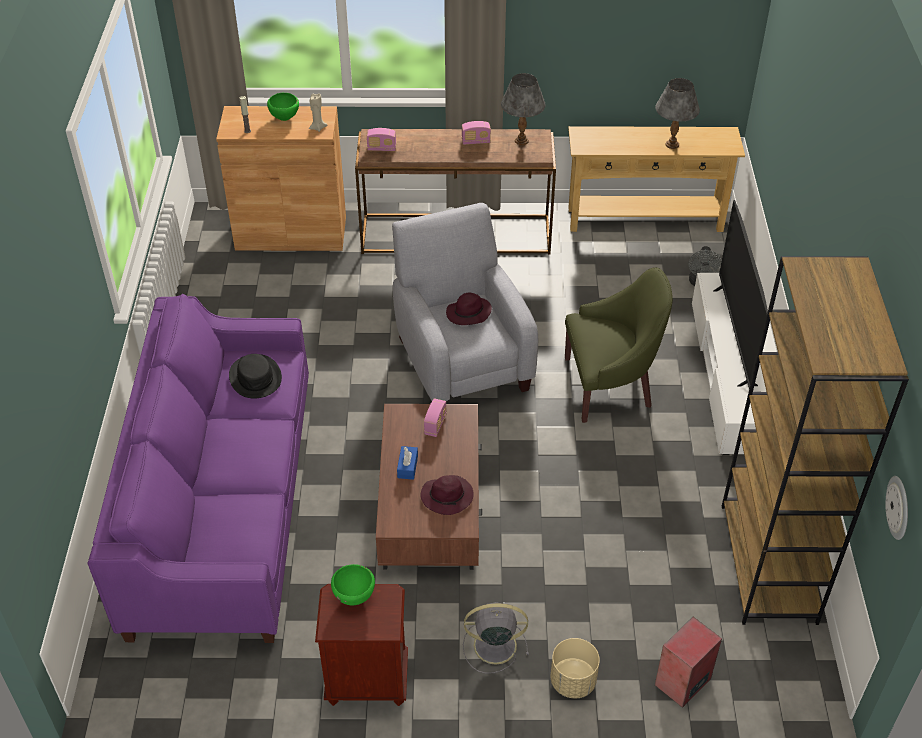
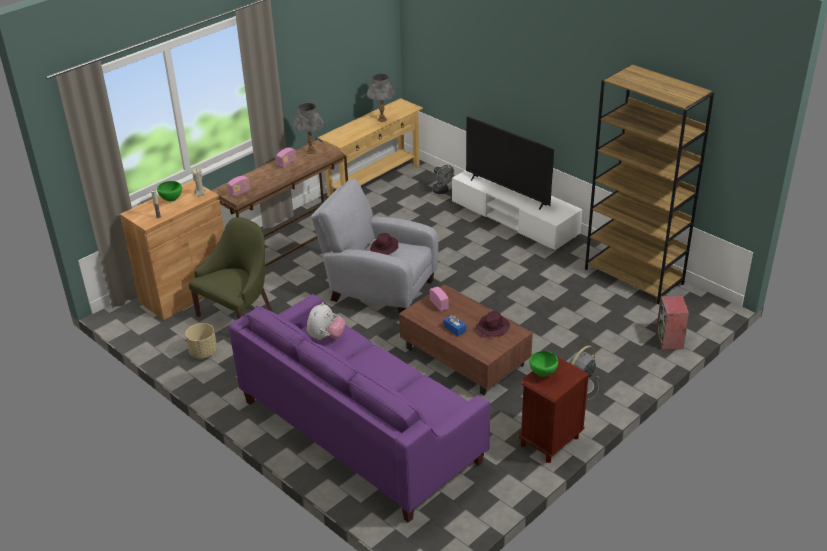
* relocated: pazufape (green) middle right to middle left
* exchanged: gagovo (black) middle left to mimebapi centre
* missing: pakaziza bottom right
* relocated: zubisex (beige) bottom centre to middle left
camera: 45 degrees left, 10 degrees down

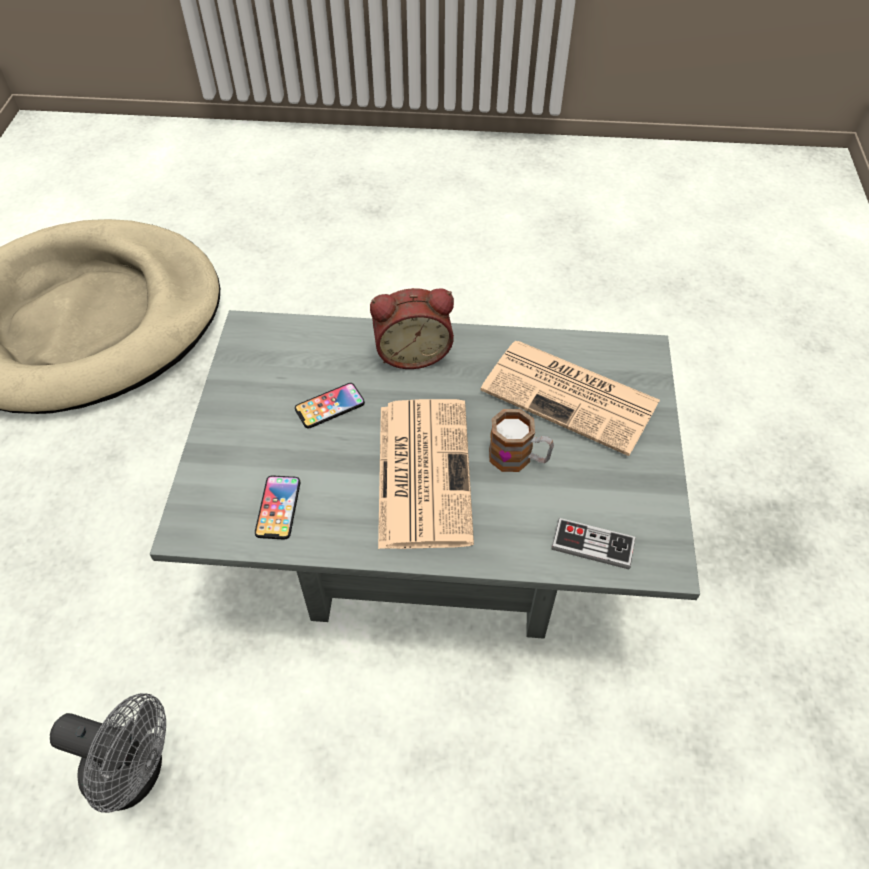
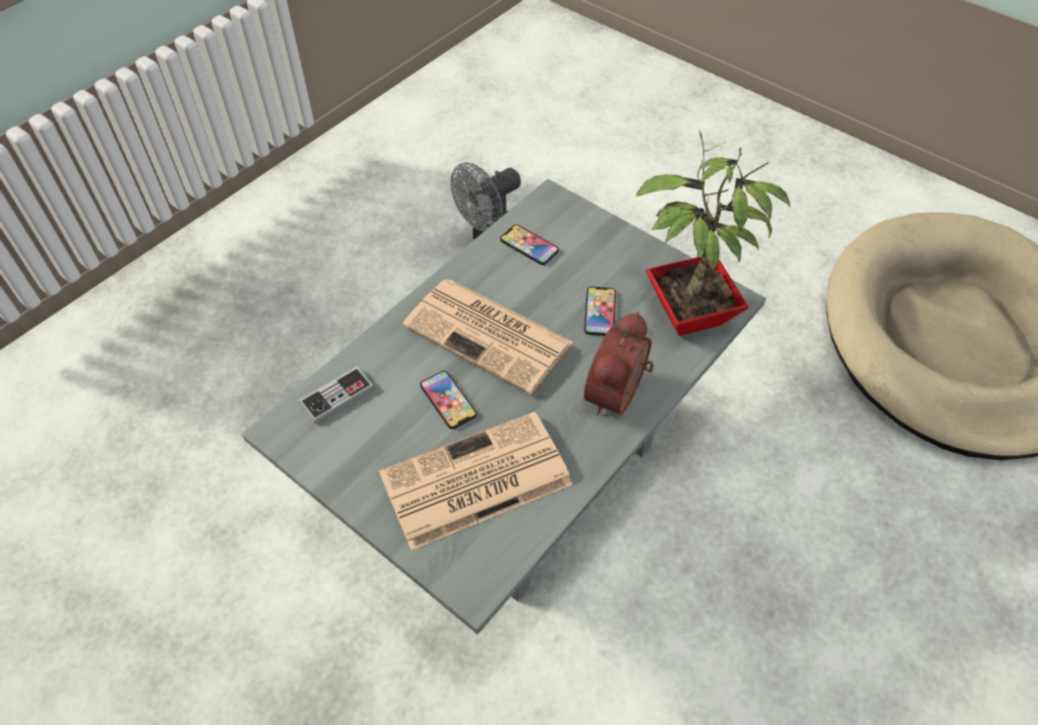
* exchanged: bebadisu centre to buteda (no. 1 from left) centre
* appeared: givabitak top right
camera: 125 degrees right, 0 degrees up

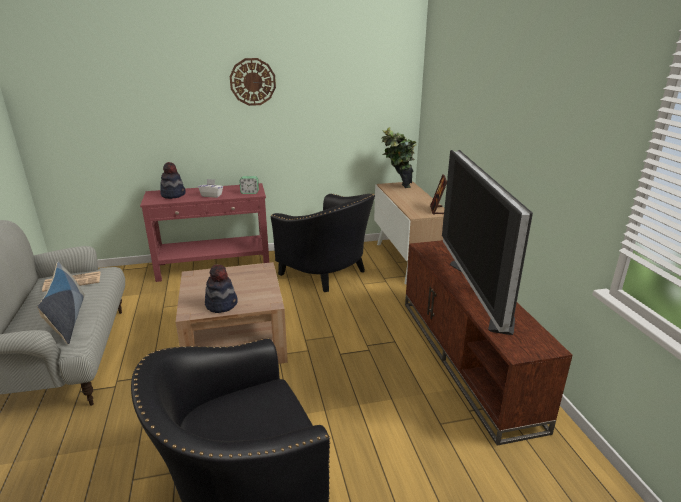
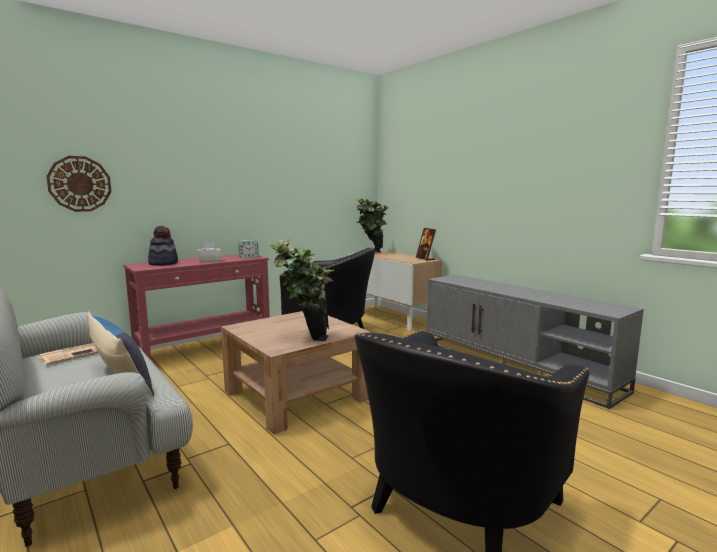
* relocated: pakaziza top centre to middle left
* missing: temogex middle right
* colour: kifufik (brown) bottom right to kifufik (grey) middle right
* exchanged: gagovo (no. 2 from left) middle left to givabitak (no. 1 from left) centre
camera: 25 degrees left, 15 degrees down

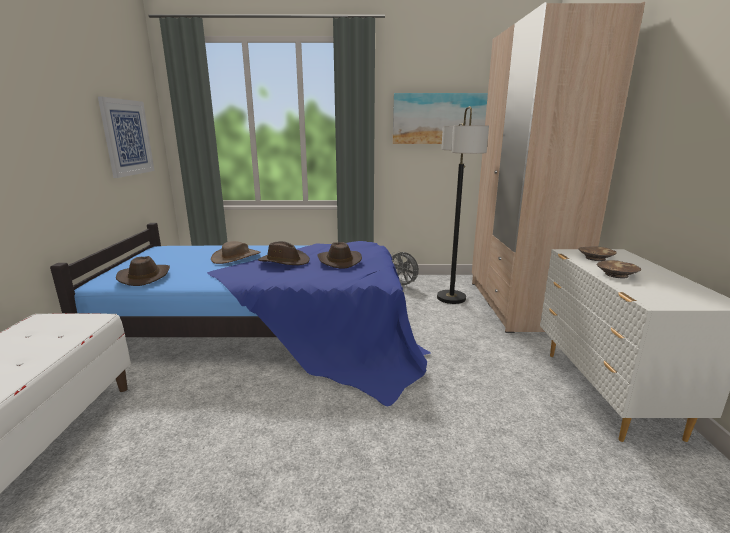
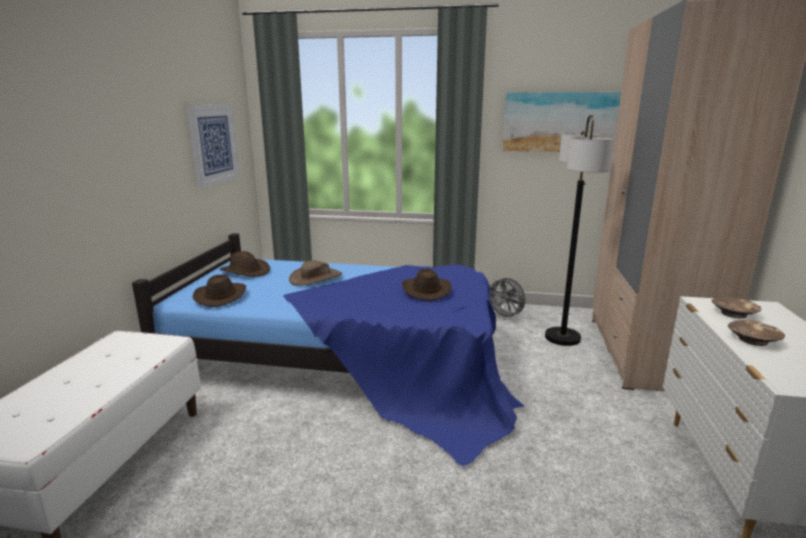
* relocated: gagovo (brown) (no. 3 from left in the first image) centre to gagovo (brown) (no. 2 from left) middle left
camera: 10 degrees right, 0 degrees up

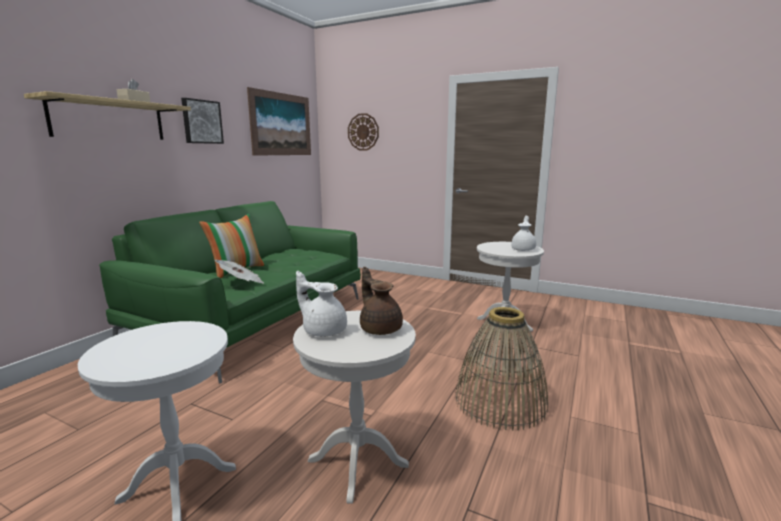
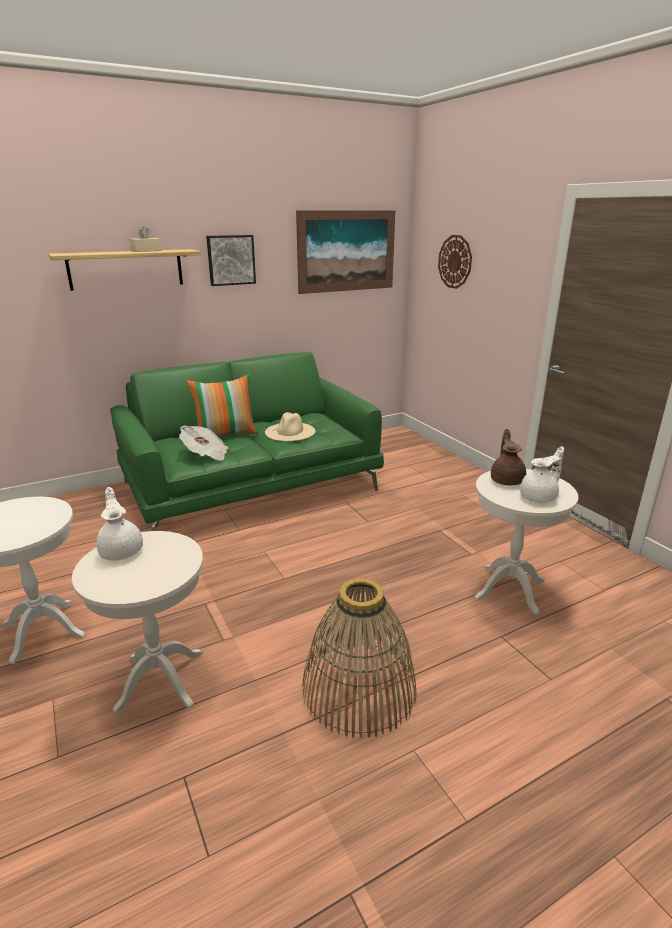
* relocated: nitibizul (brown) centre to middle right
* appeared: gagovo (beige) centre
camera: 35 degrees right, 10 degrees up

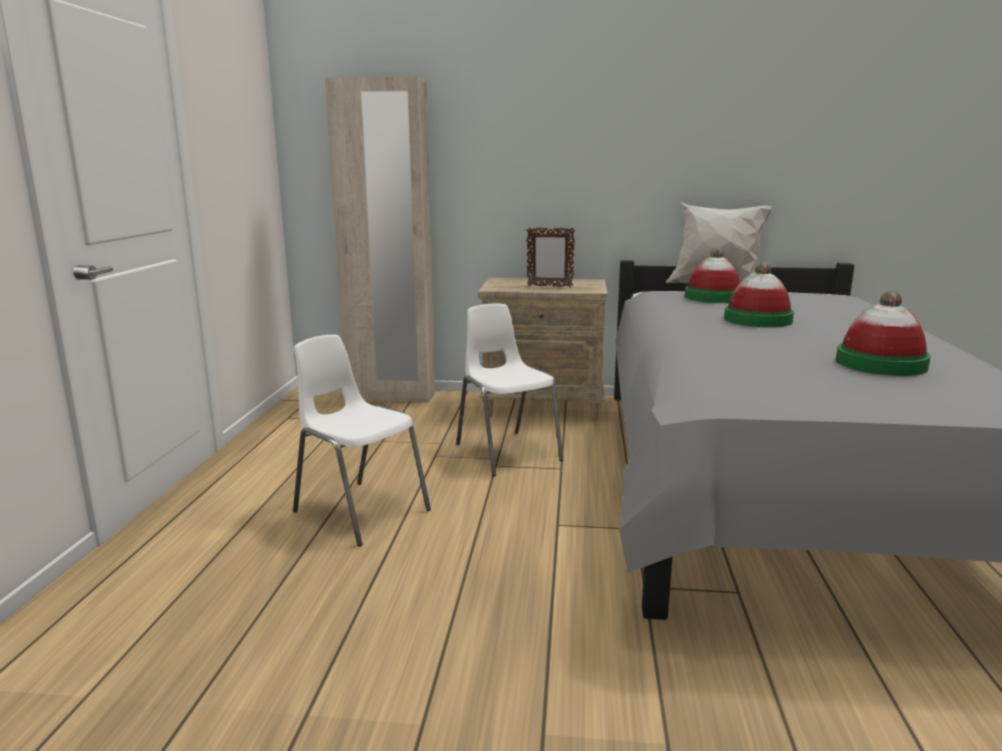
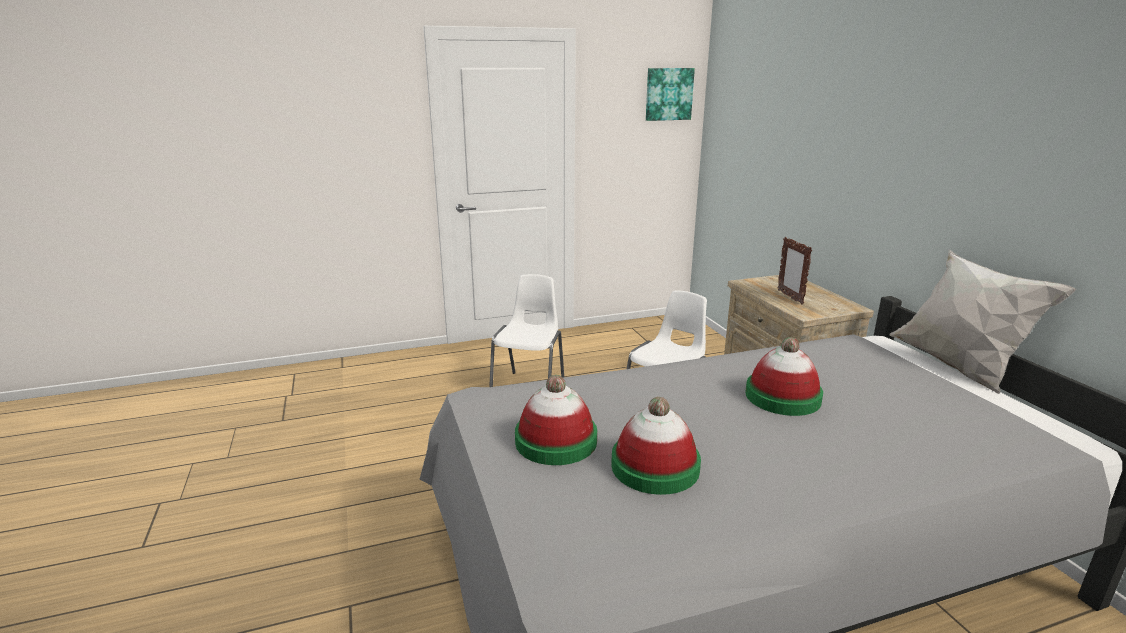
* missing: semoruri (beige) top centre
* relocated: gagovo (no. 1 from left) middle right to centre
* appeared: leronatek top centre
camera: 65 degrees right, 5 degrees up

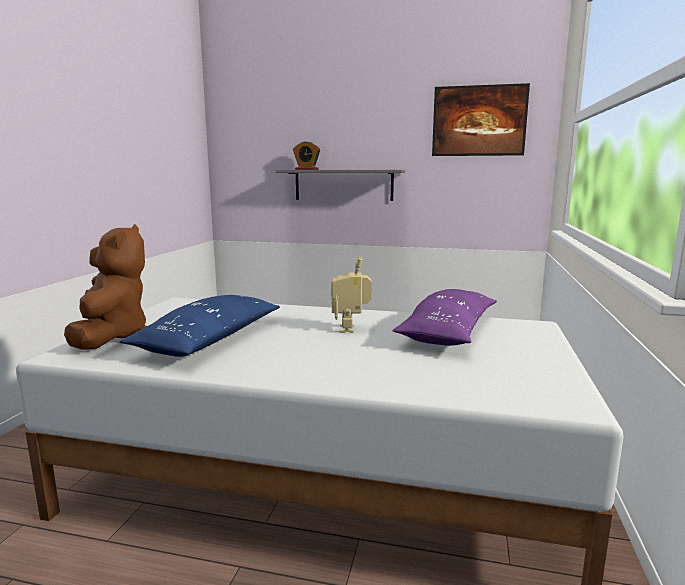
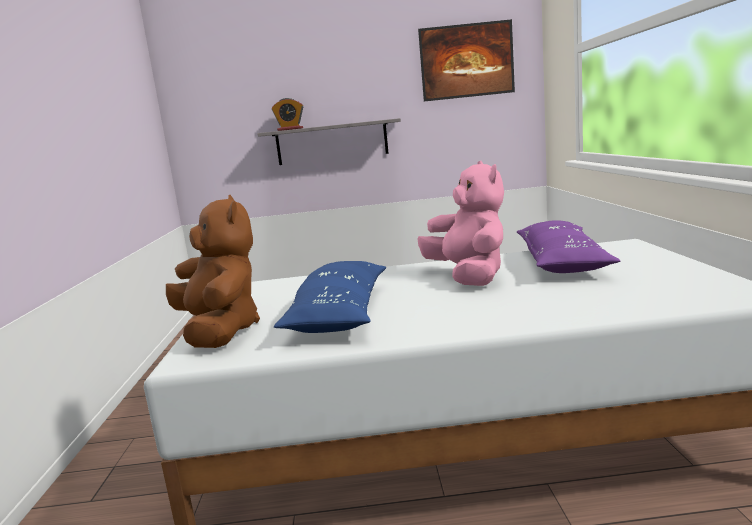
* exchanged: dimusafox centre to mimebapi (pink) centre
camera: 15 degrees left, 0 degrees up

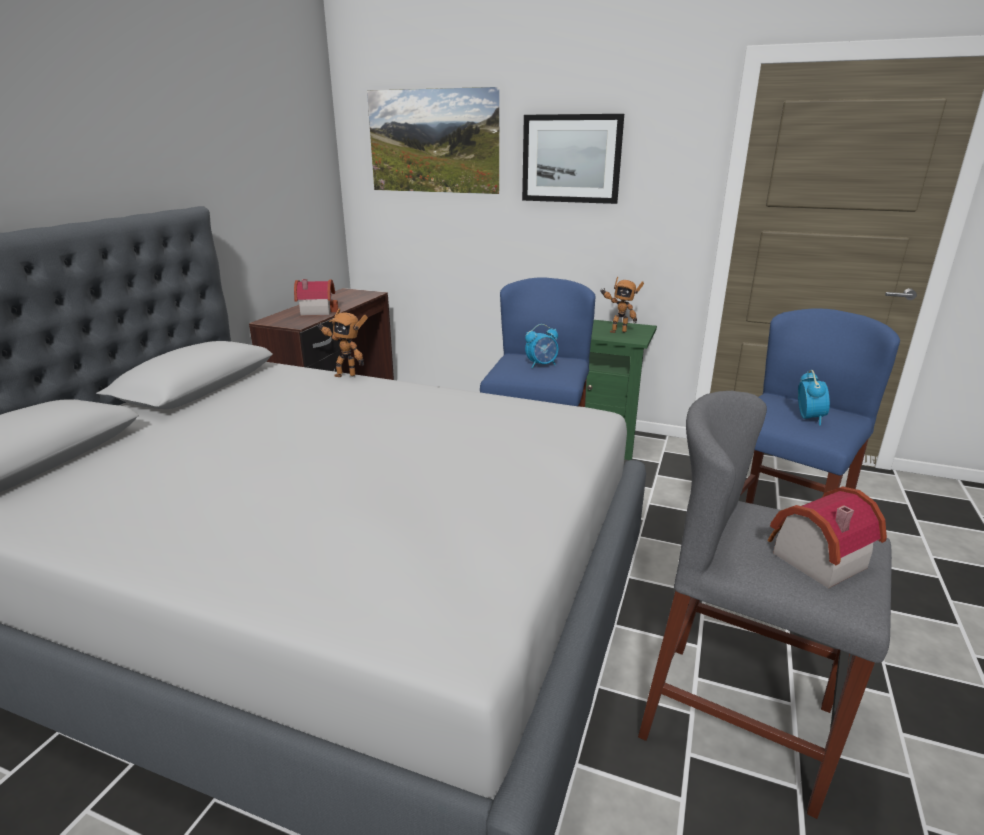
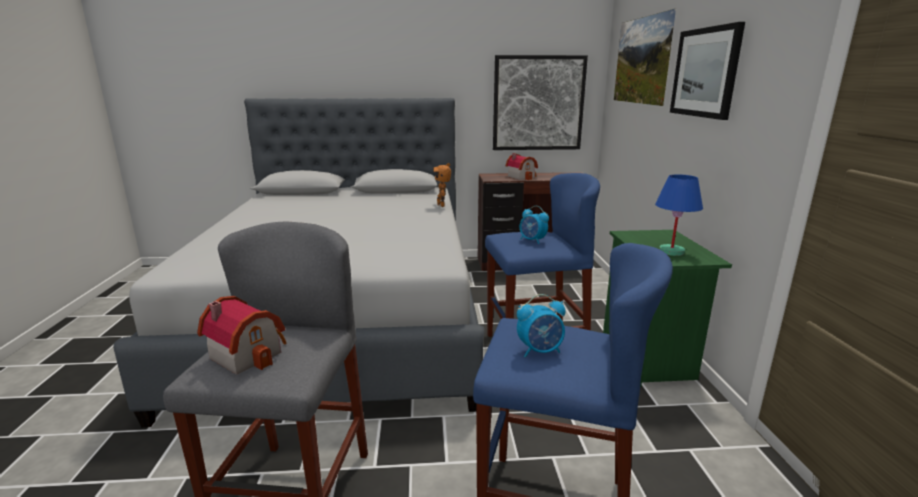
* exchanged: dimusafox (no. 2 from left) centre to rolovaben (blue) middle right
* appeared: leronatek (no. 1 from left) top centre
camera: 65 degrees right, 5 degrees down

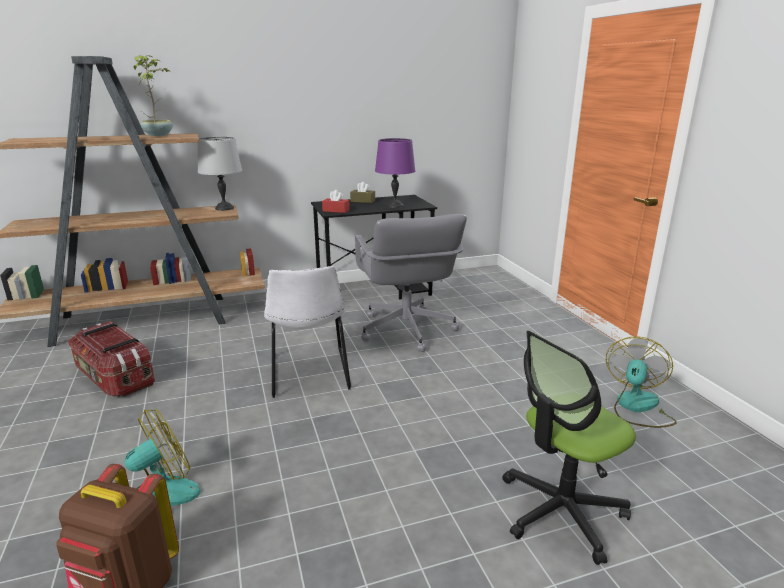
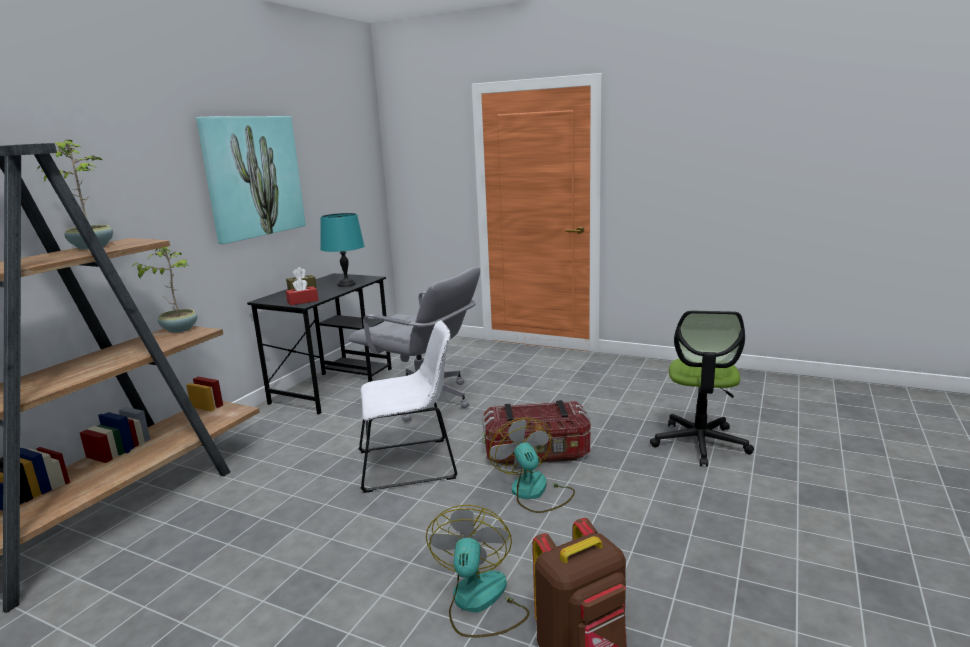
* exchanged: rolovaben (grey) top left to givabitak (no. 2 from left) middle left
* colour: rolovaben (purple) top centre to rolovaben (turquoise) centre
* spun: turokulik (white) centre = centre 45 degrees counterclockwise
* relocated: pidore middle left to bottom centre
* relocated: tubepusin (no. 2 from left) middle right to bottom centre
* appeared: leronatek top left
camera: 45 degrees left, 5 degrees down

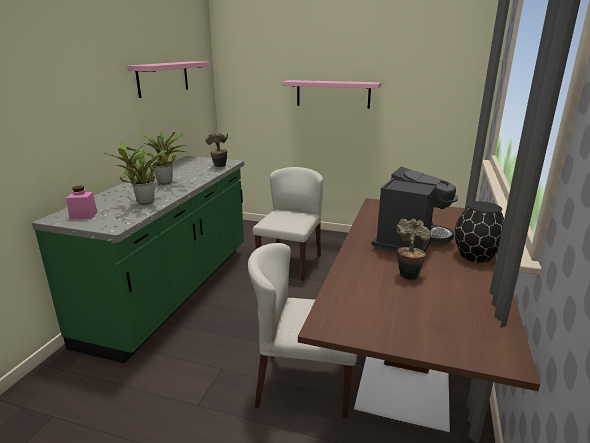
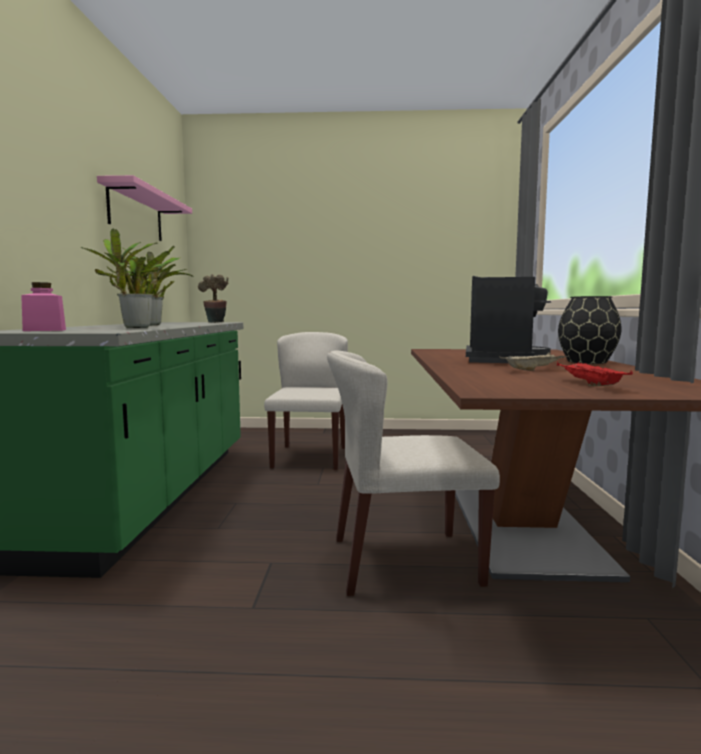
* missing: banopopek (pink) (no. 2 from left) top centre
* exchanged: givabitak (no. 4 from left) middle right to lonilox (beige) middle right
* appeared: lonilox (red) middle right
camera: 15 degrees left, 15 degrees down

